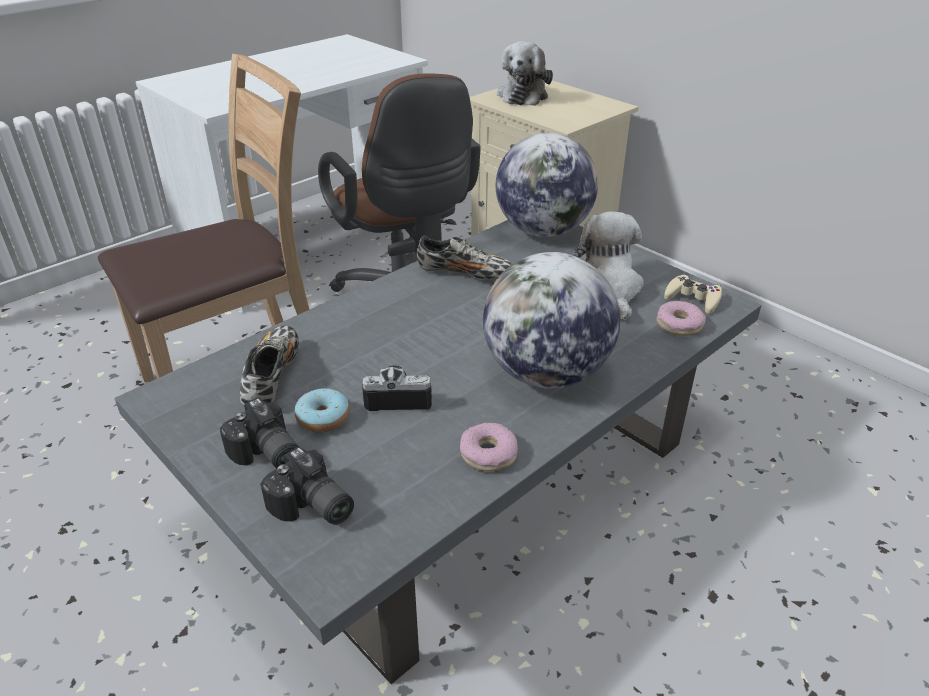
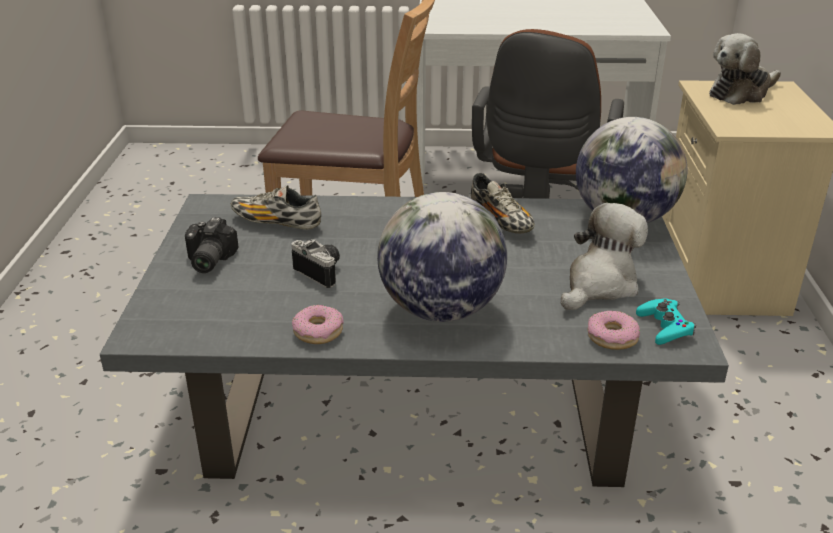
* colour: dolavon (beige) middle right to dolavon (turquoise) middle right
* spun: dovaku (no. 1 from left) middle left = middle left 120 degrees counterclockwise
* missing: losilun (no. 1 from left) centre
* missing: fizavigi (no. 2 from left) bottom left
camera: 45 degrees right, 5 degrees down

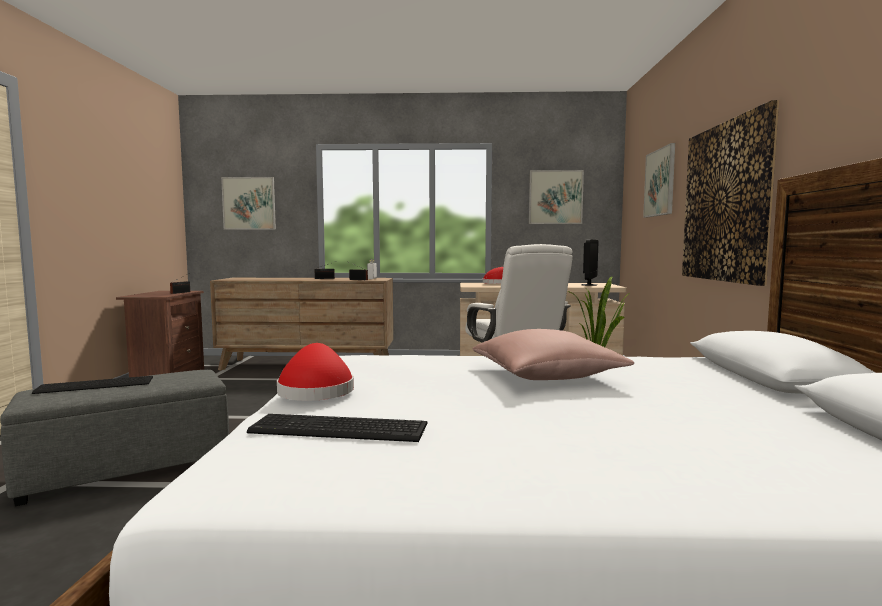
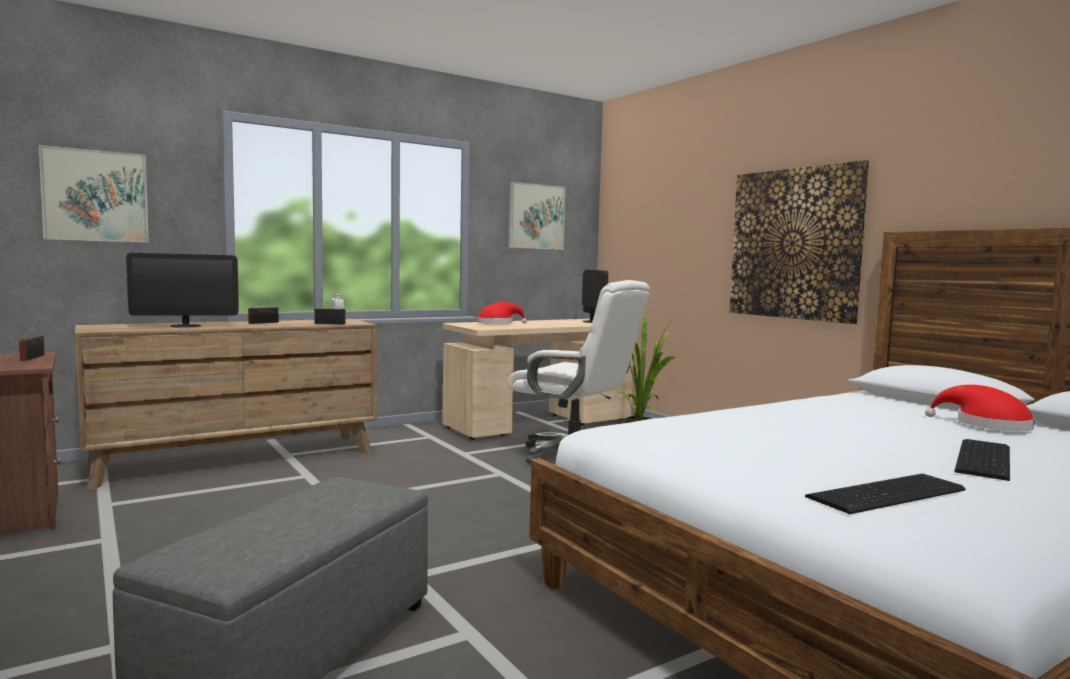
* missing: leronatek (no. 3 from left) top right
* missing: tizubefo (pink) centre
* relocated: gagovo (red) (no. 1 from left in the first image) centre to gagovo (red) (no. 2 from left) middle right
* relocated: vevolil (no. 1 from left in the first image) middle left to vevolil (no. 2 from left) bottom right
* appeared: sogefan (no. 1 from left) middle left
camera: 35 degrees left, 0 degrees up

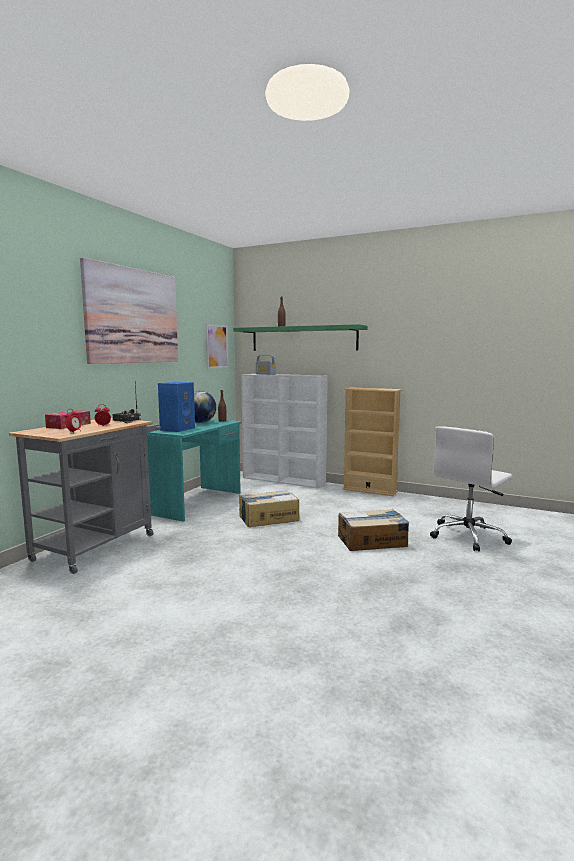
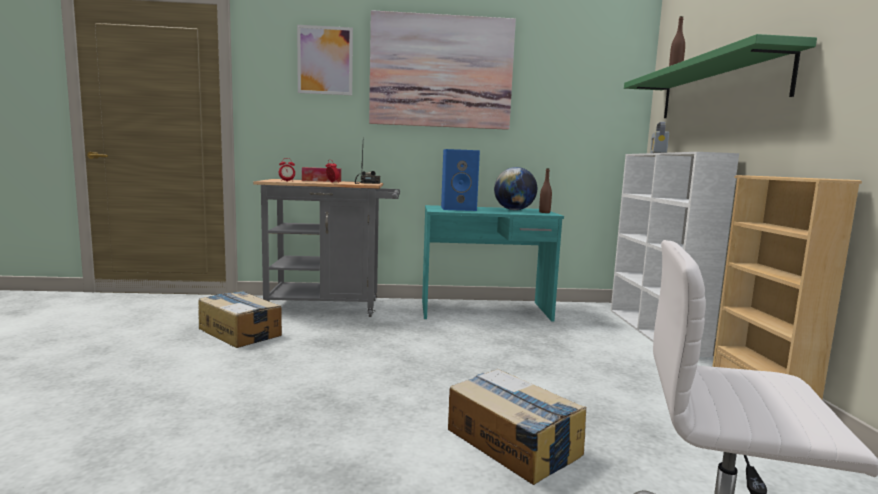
* relocated: leronatek (no. 2 from left in the first image) centre to leronatek (no. 1 from left) top centre
* relocated: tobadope (no. 1 from left) centre to middle left
camera: 60 degrees right, 0 degrees up

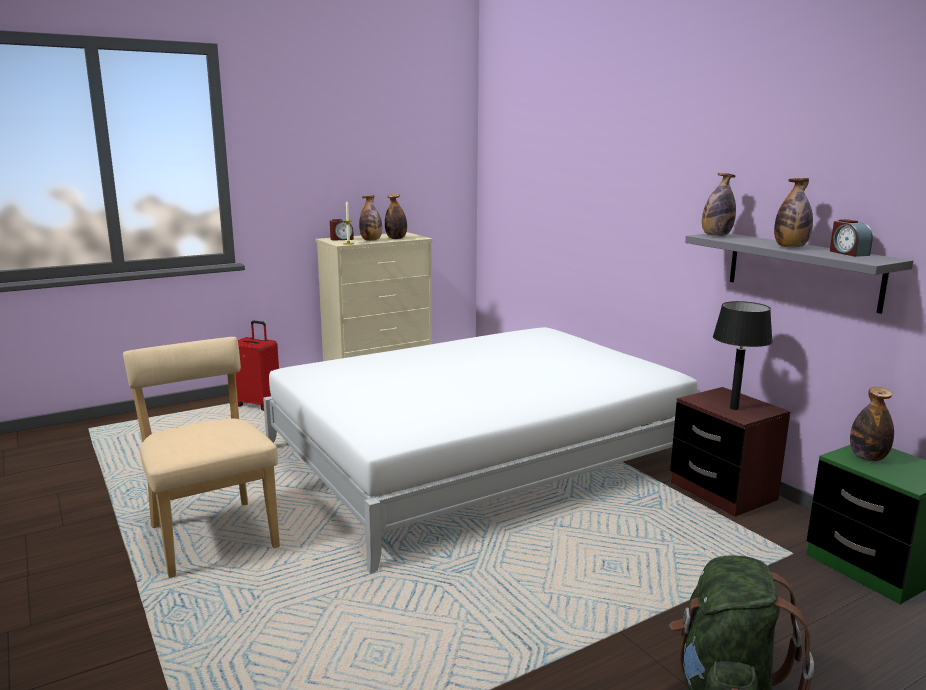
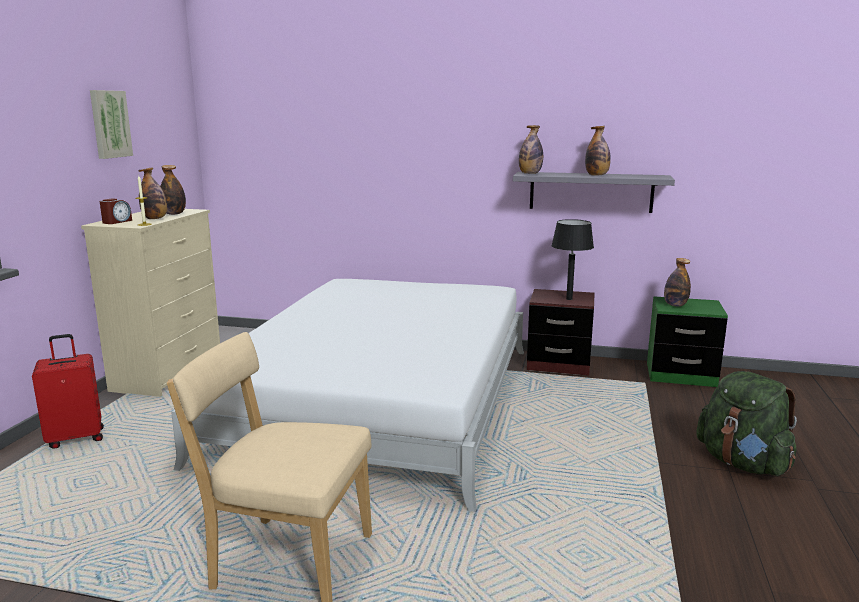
* missing: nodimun (no. 2 from left) middle right
* appeared: leronatek top left
camera: 45 degrees left, 0 degrees up

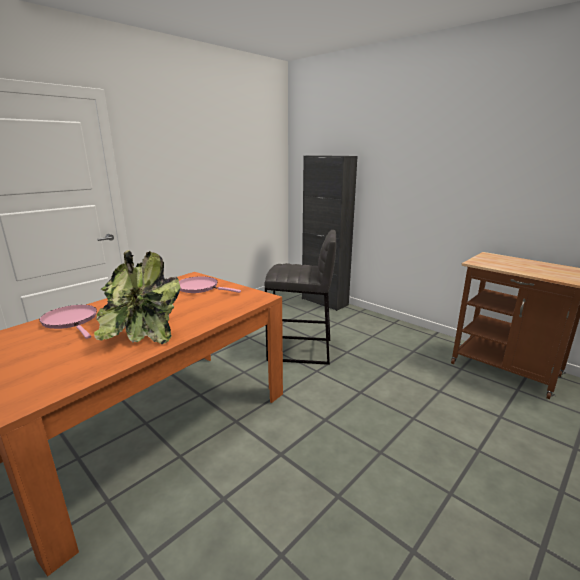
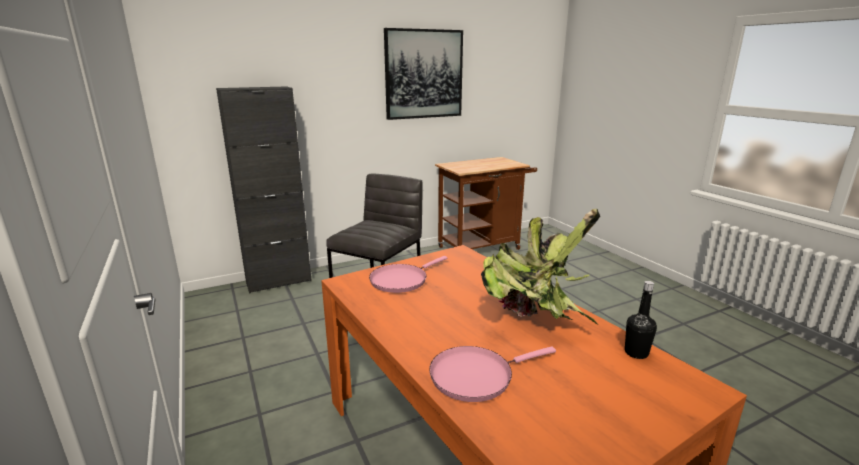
* appeared: leronatek top centre
* appeared: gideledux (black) bottom right
camera: 70 degrees left, 0 degrees up

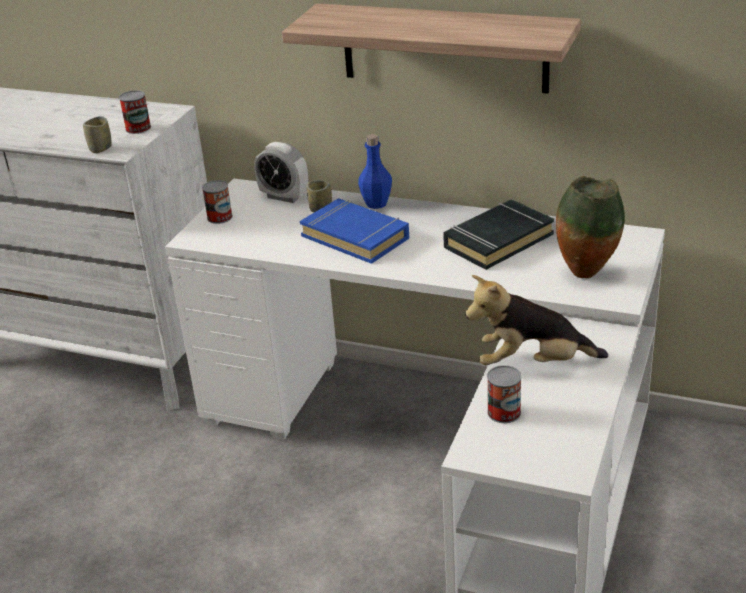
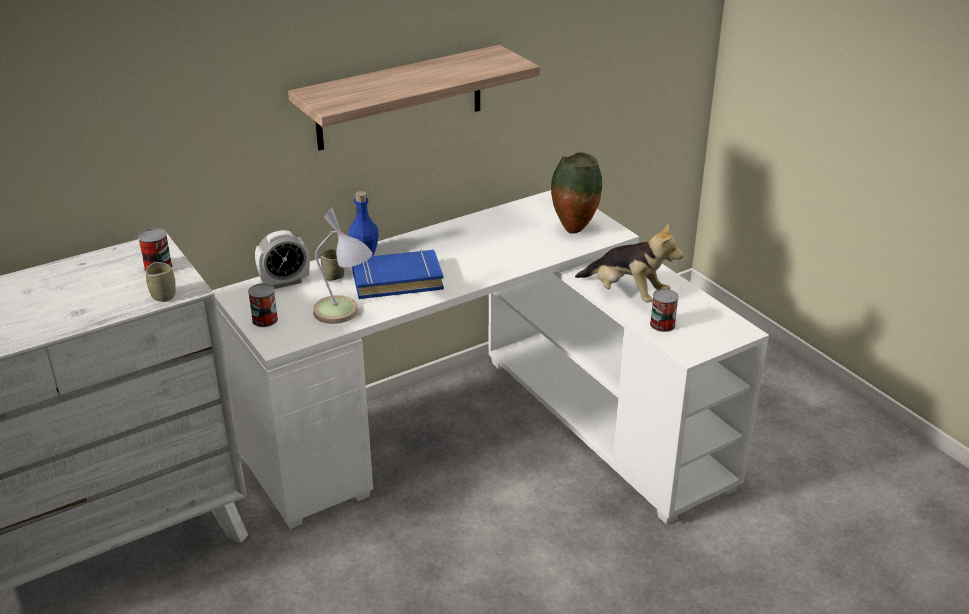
* missing: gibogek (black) middle right
* spun: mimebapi middle right = centre 90 degrees counterclockwise
* appeared: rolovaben centre
camera: 55 degrees left, 0 degrees up

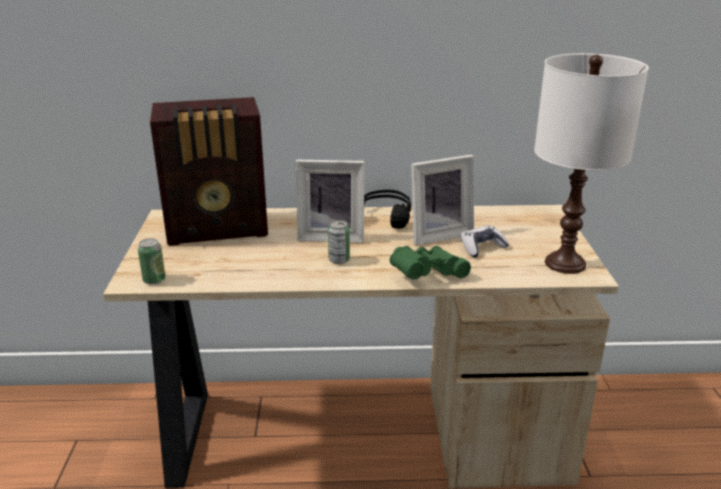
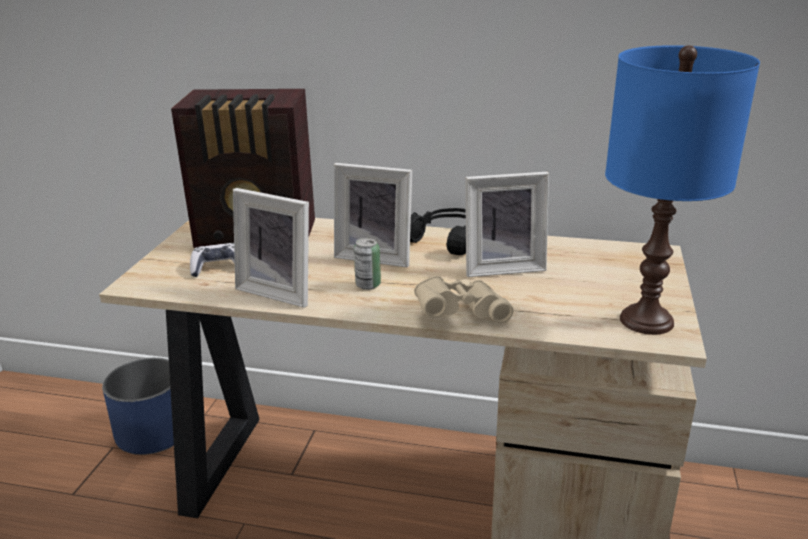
* colour: rolovaben (white) middle right to rolovaben (blue) middle right
* relocated: dolavon middle right to middle left
* missing: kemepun (no. 1 from left) middle left
* colour: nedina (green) centre to nedina (beige) centre
* appeared: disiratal (no. 1 from left) centre
* appeared: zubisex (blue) bottom left
camera: 15 degrees right, 0 degrees up

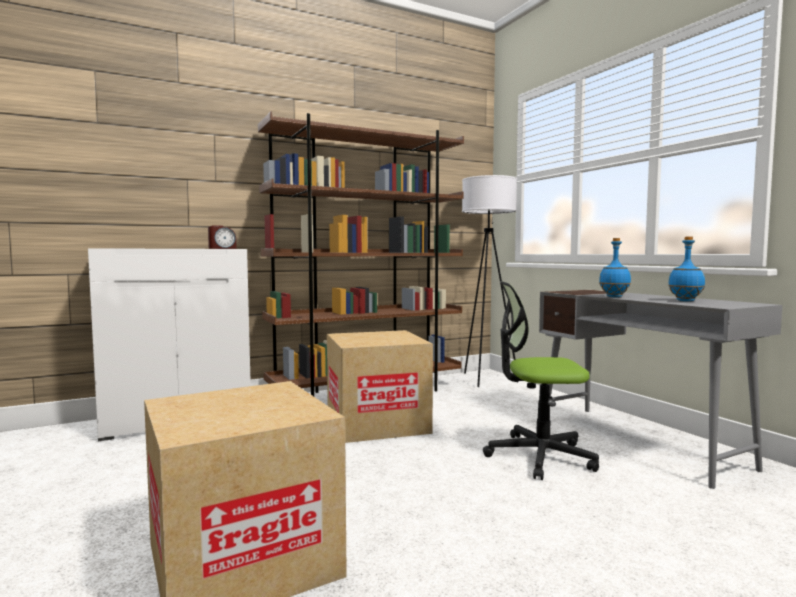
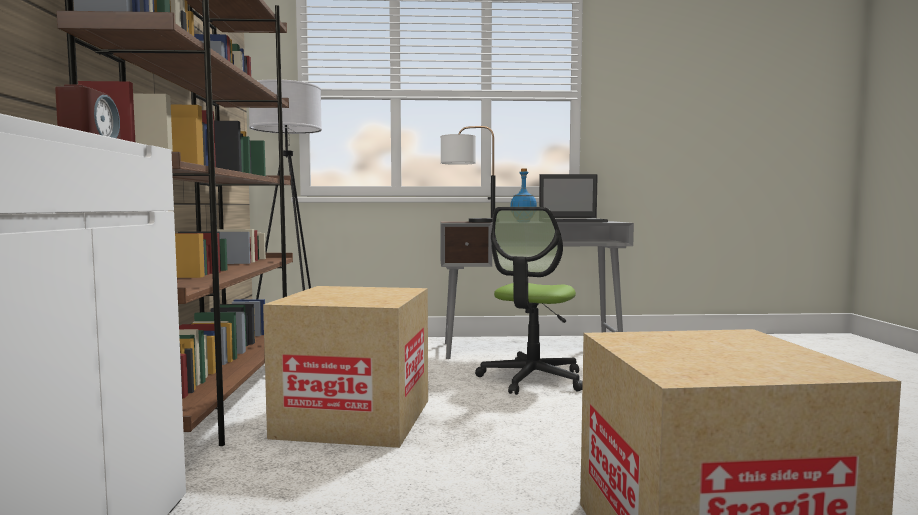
* exchanged: gideledux (blue) (no. 2 from left) middle right to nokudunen centre
* appeared: rolovaben centre
camera: 65 degrees left, 0 degrees up

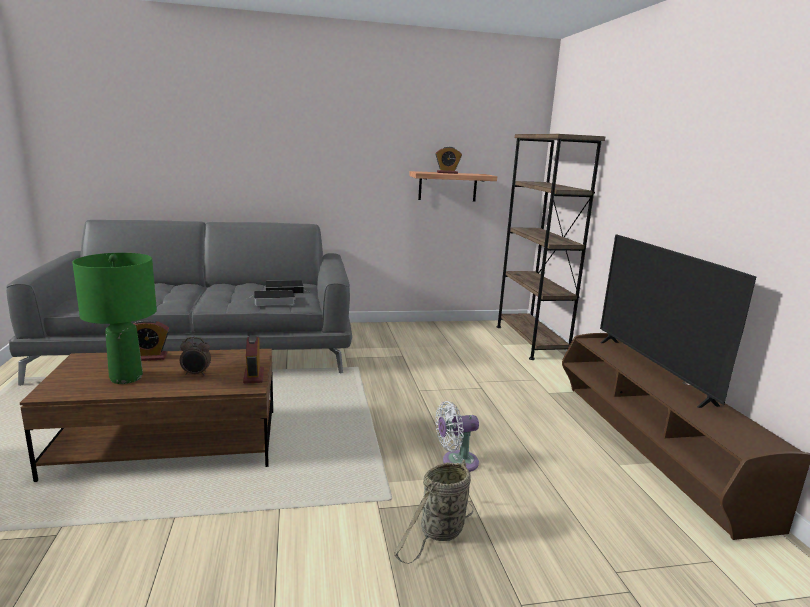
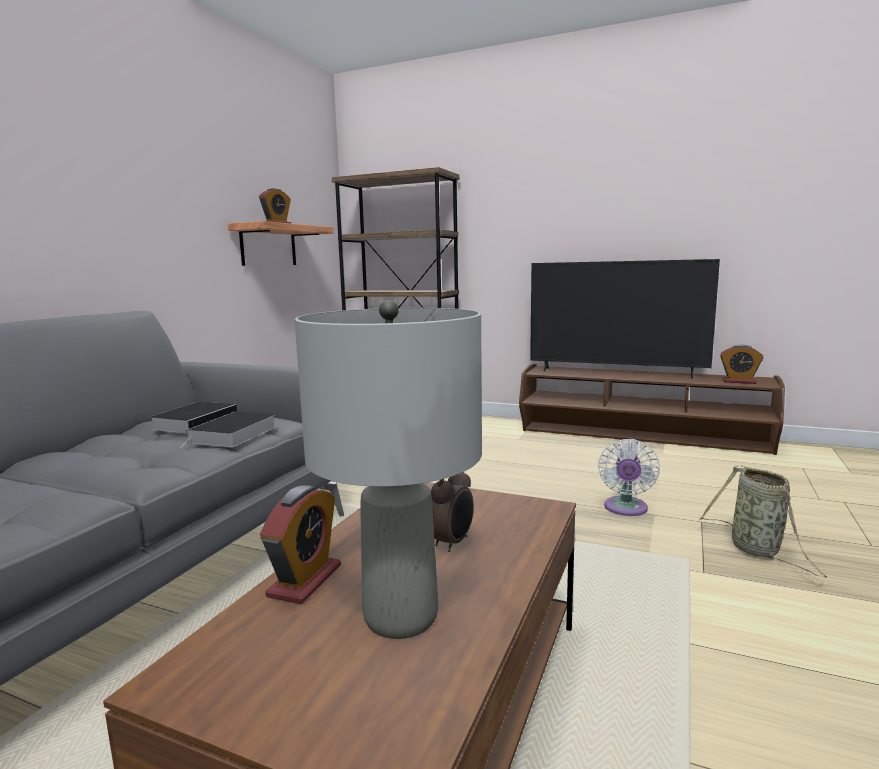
* colour: rolovaben (green) middle left to rolovaben (grey) centre
* relocated: nodimun (no. 3 from left in the first image) middle left to nodimun (no. 4 from left) middle right
camera: 55 degrees left, 5 degrees down

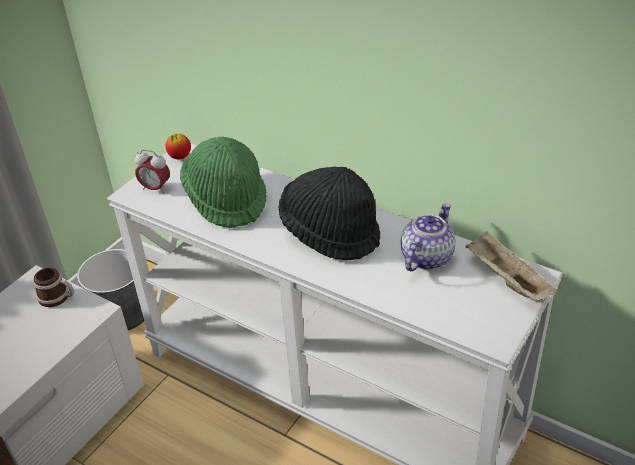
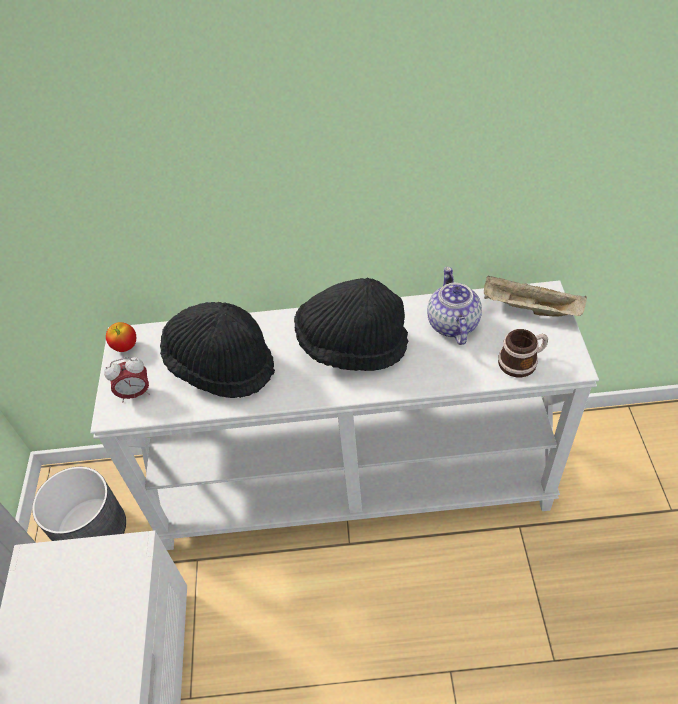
* colour: gagovo (green) centre to gagovo (black) (no. 1 from left) middle left
* relocated: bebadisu middle left to middle right
camera: 35 degrees left, 10 degrees up

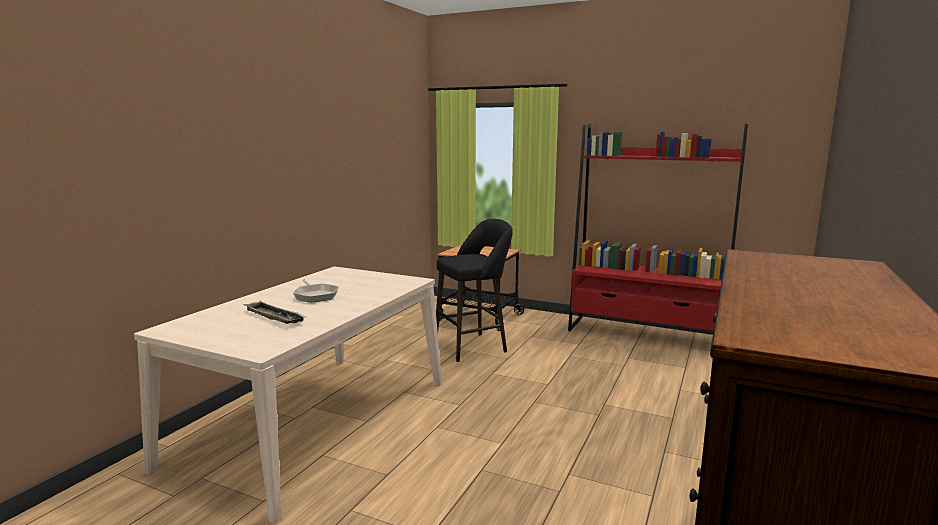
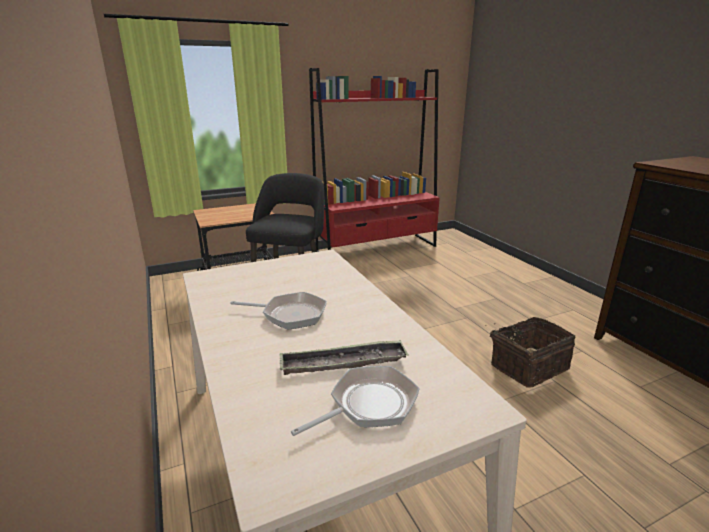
* appeared: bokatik middle right
* appeared: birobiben (no. 2 from left) bottom centre
camera: 50 degrees left, 10 degrees up

